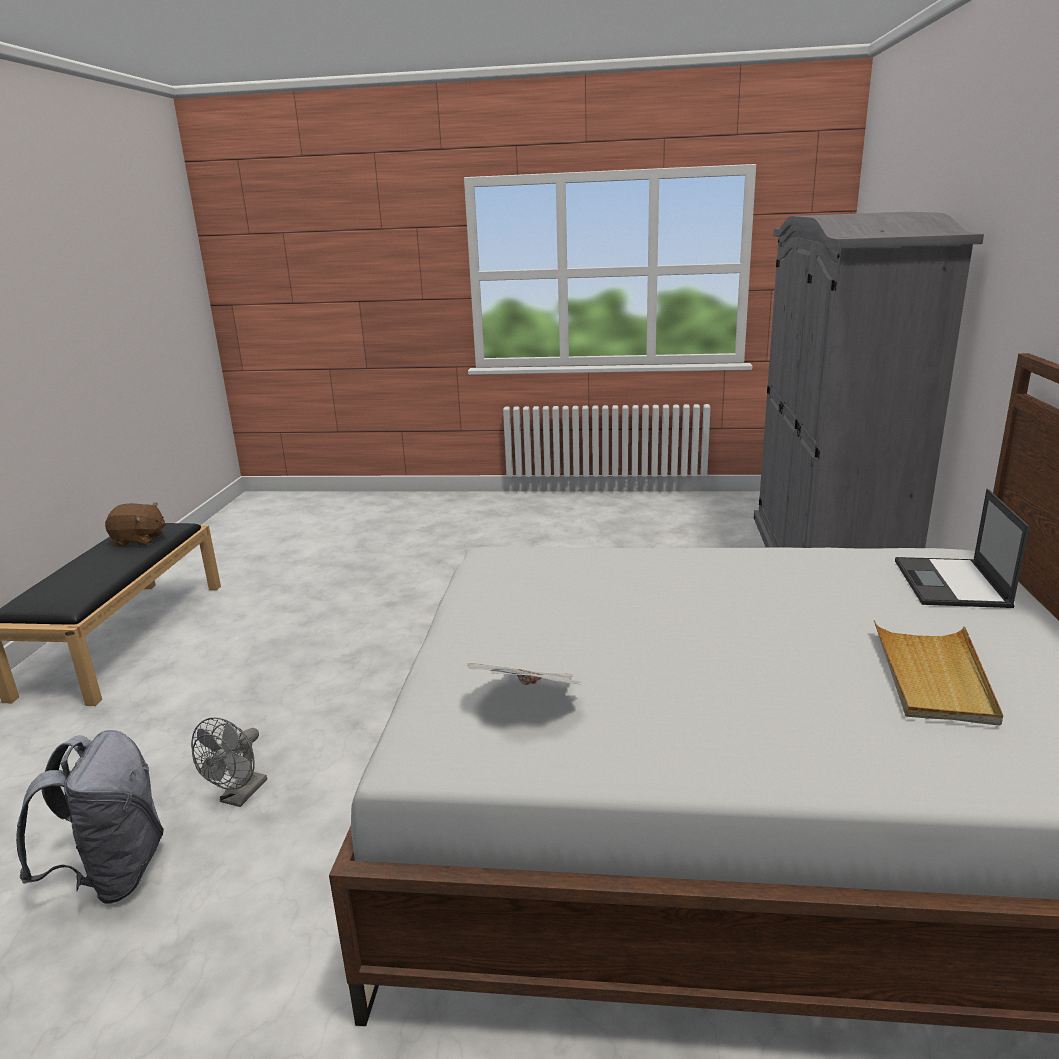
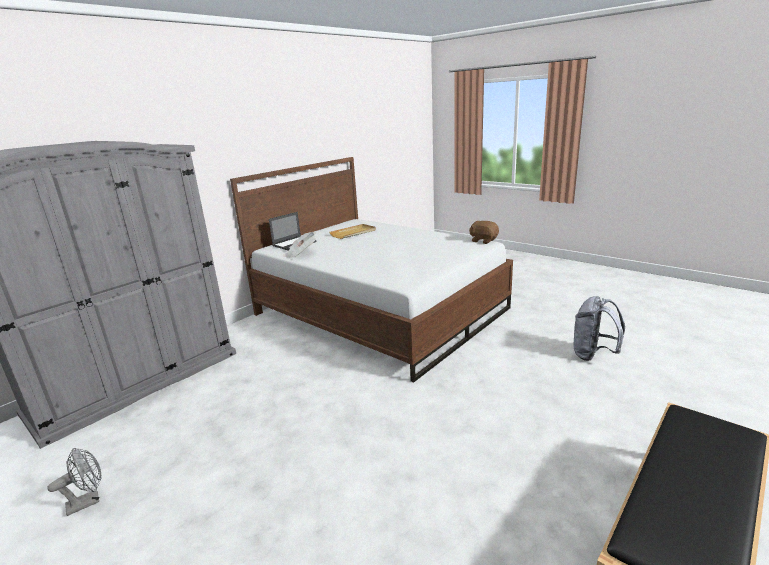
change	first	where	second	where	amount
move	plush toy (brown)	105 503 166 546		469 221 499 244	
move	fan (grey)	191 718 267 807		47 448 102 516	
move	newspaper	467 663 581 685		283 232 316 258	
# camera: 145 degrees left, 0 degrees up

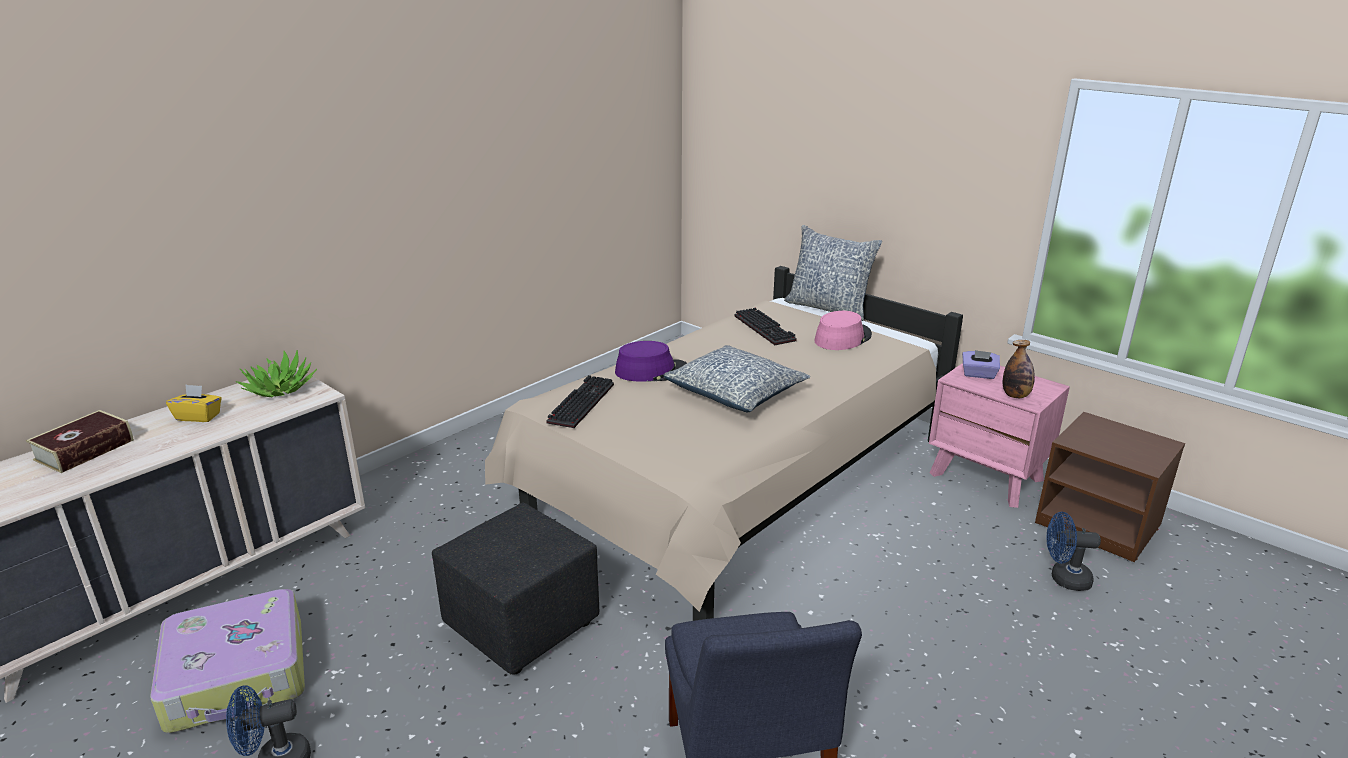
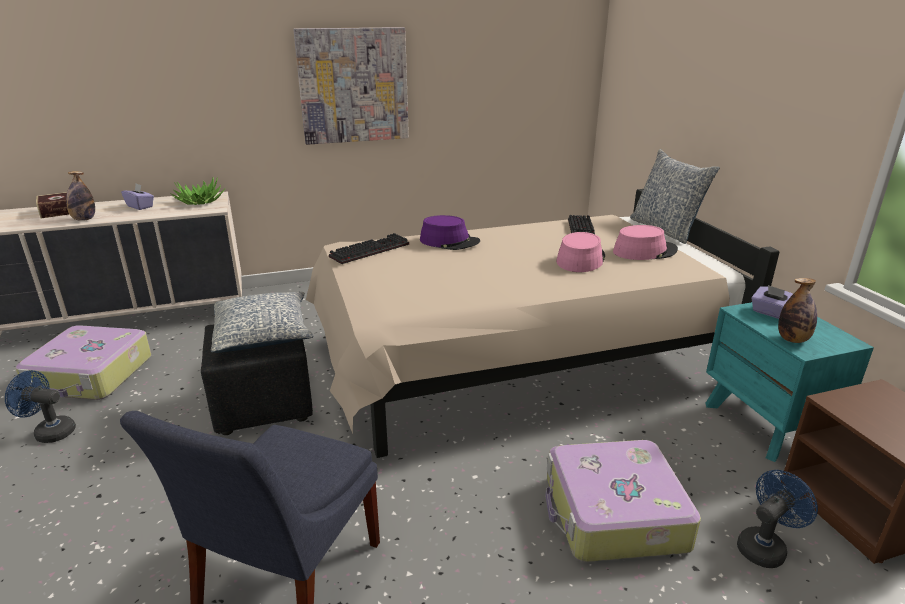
change	first	where	second	where	amount
recolor	tissue box (yellow)	166 384 222 422	tissue box (purple)	121 184 154 210	
move	pillow	663 345 810 412		211 292 314 353	
recolor	nightstand (pink)	929 363 1070 508	nightstand (turquoise)	706 302 874 462	
rotate	fan (blue)	1047 512 1101 591		737 470 818 568	105 degrees clockwise
insert			bottle	66 171 95 221	
insert			picture	293 27 409 145	
insert			suitcase	545 440 701 562	
insert			hat (pink)	556 232 605 272	
# camera: 30 degrees right, 0 degrees up

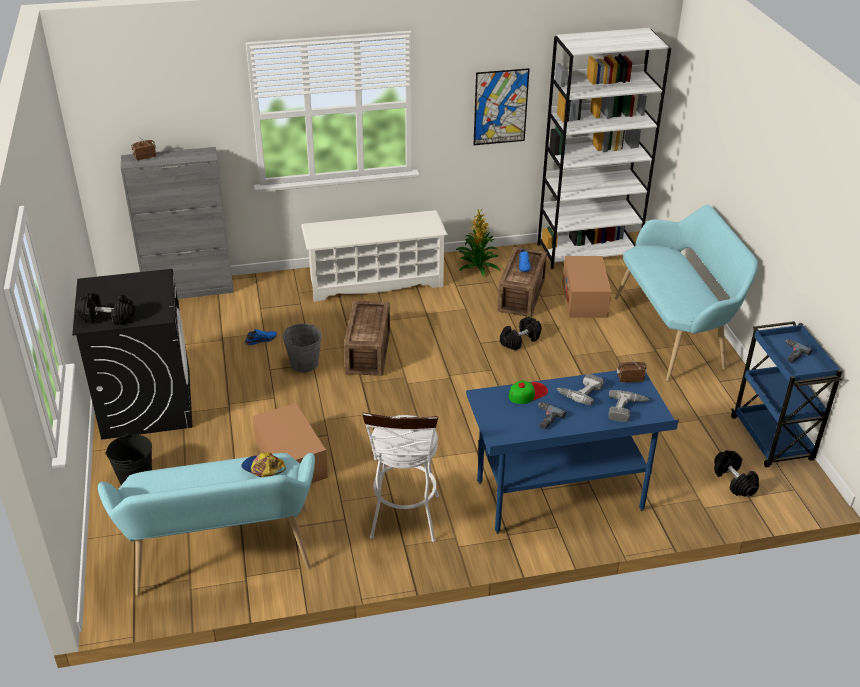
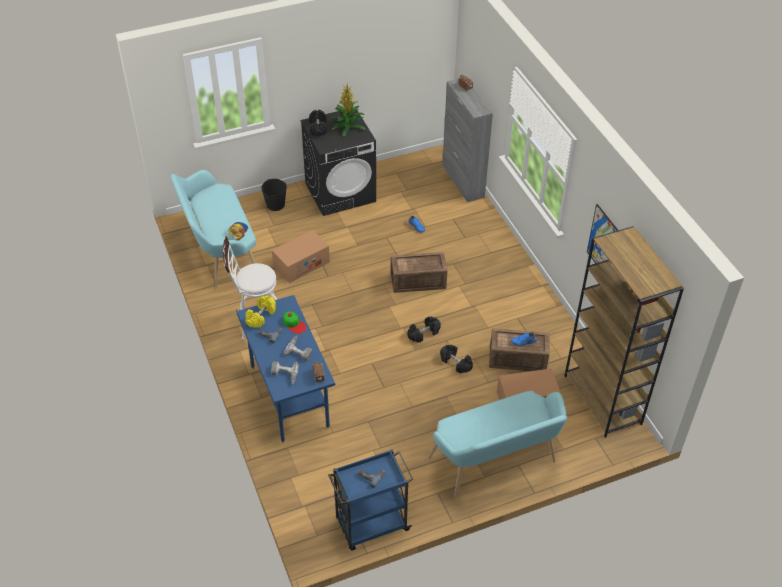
change	first	where	second	where	amount
delete	bucket (grey)	283 324 322 372			
delete	shoe rack (white)	301 210 448 302			
move	potted plant	456 208 500 276		331 83 365 137	
recolor	bookcase (white)	537 28 671 269	bookcase (brown)	564 226 684 438	
move	dumbbell (black)	714 450 759 496		407 317 441 343	
insert			dumbbell (yellow)	245 295 276 328	
# camera: 80 degrees right, 10 degrees up

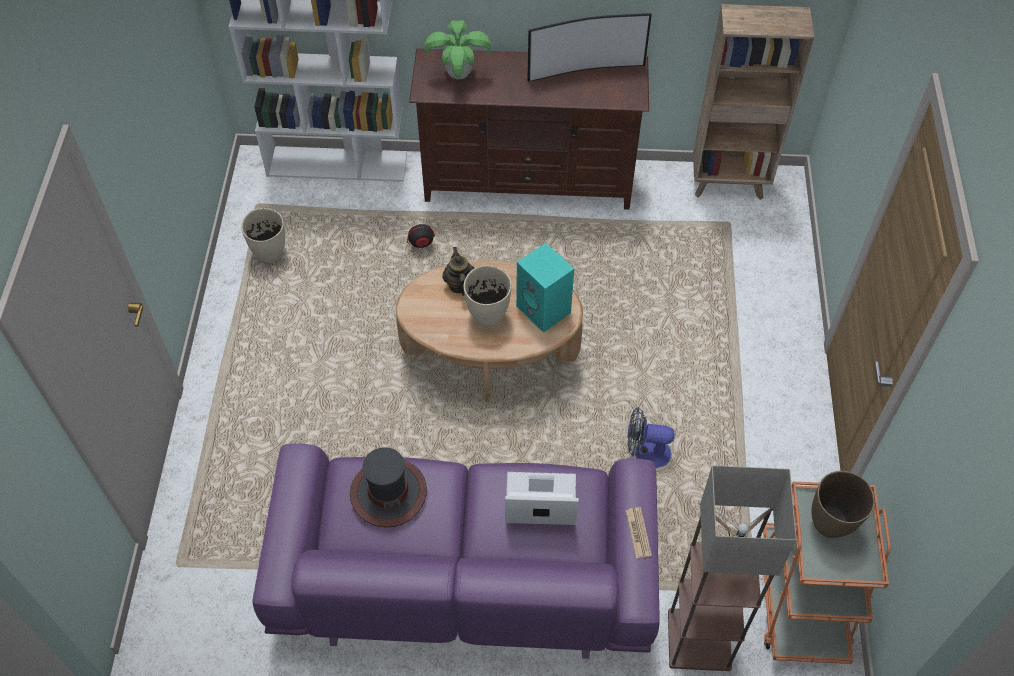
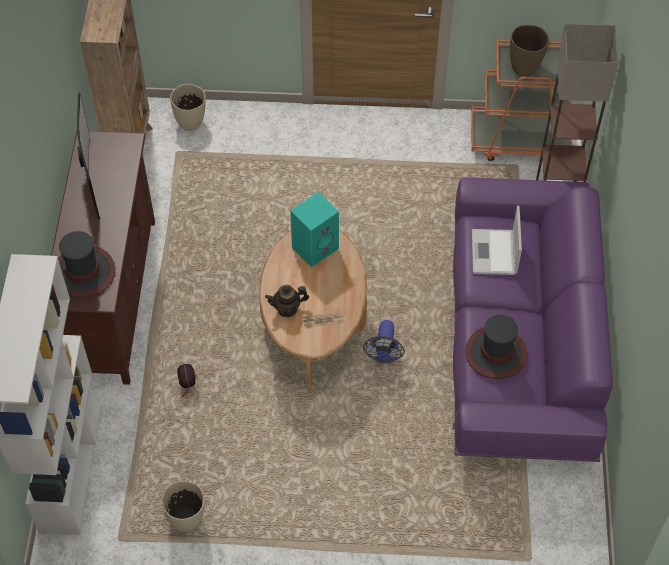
change	first	where	second	where	amount
replace	potted plant	424 20 492 80	hat	58 231 116 298	
move	vase (beige)	464 265 512 326		170 84 206 131	
move	newspaper	626 507 652 558		303 312 345 328	
move	fan	627 407 675 468		363 320 405 364	
# camera: 90 degrees left, 0 degrees up

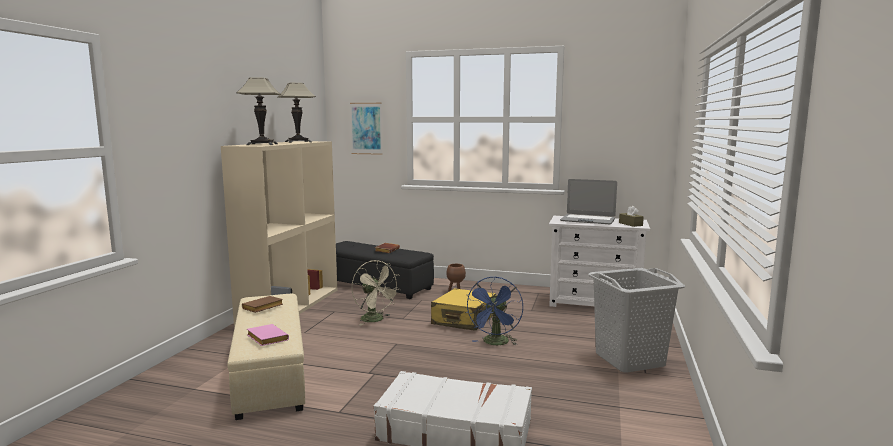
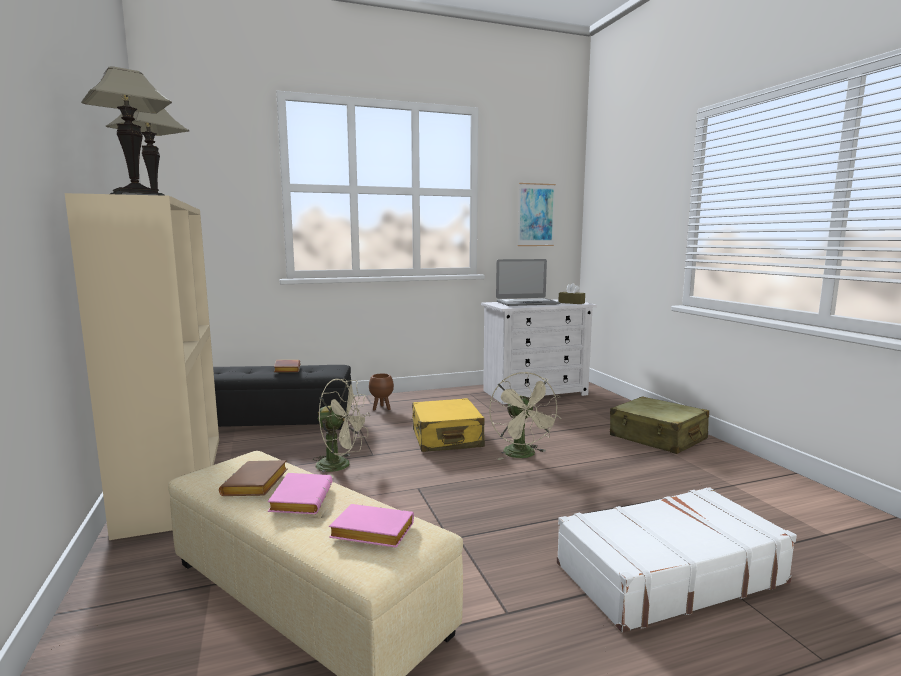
change	first	where	second	where	amount
move	picture	350 103 383 155		517 183 556 246	
recolor	fan (blue)	466 276 523 345	fan (beige)	489 372 561 460	
replace	laundry basket (grey)	588 268 686 373	suitcase (beige)	610 396 709 454	
insert			book (pink)	268 473 333 514	
# camera: 35 degrees left, 0 degrees up

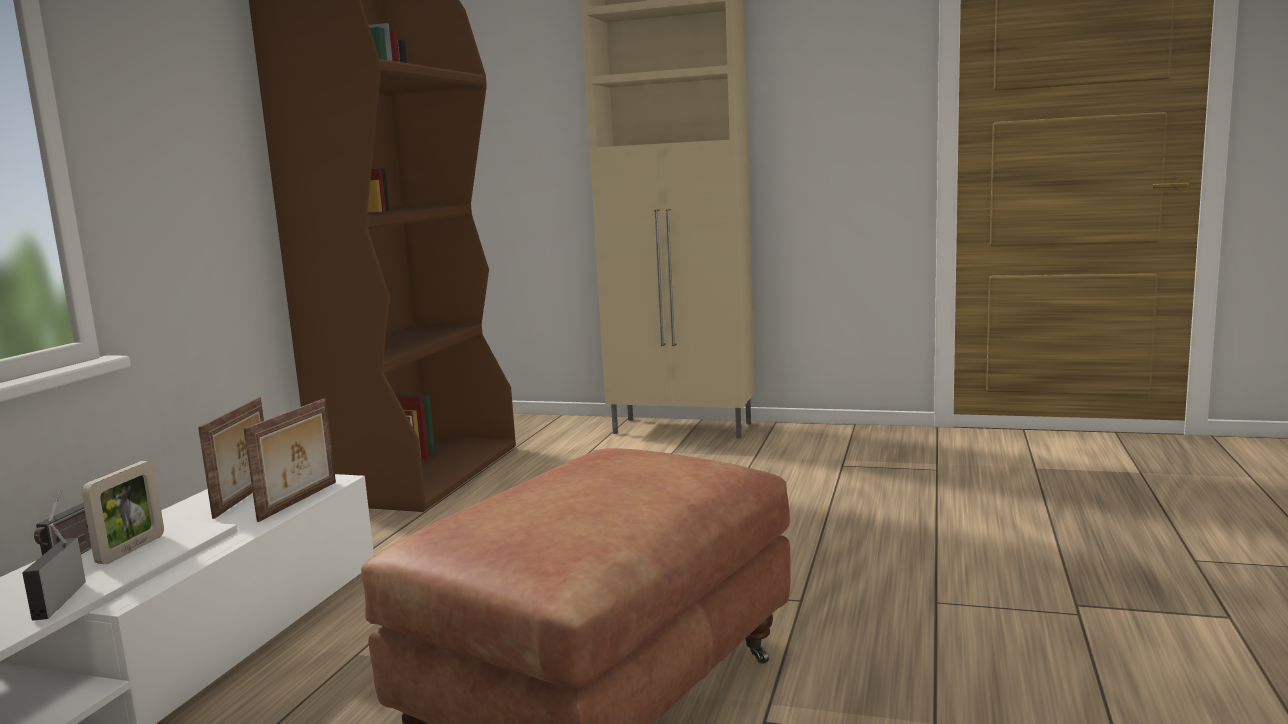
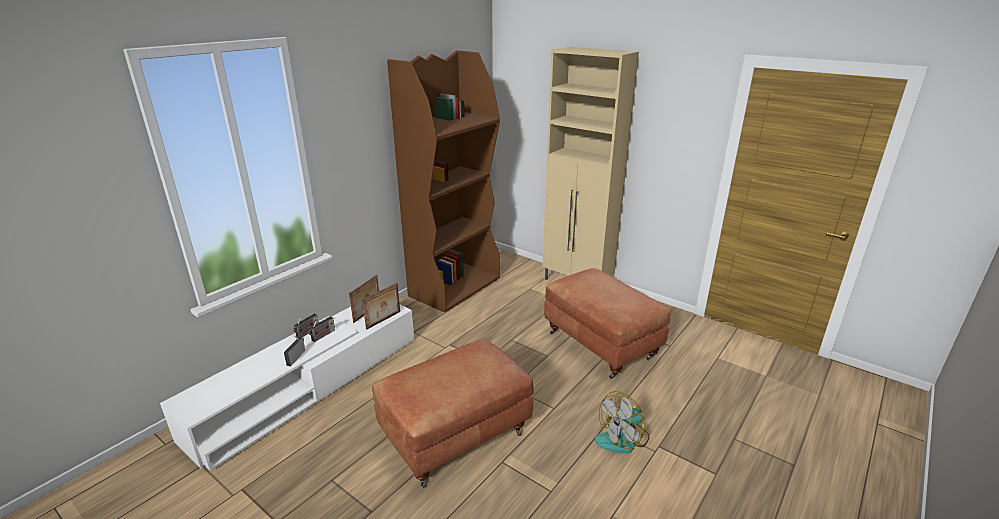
change	first	where	second	where	amount
replace	picture frame	82 461 164 564	radio	308 317 335 342	
insert			ottoman (brown)	544 268 671 379	
insert			fan	595 391 650 454	
# camera: 20 degrees right, 15 degrees up

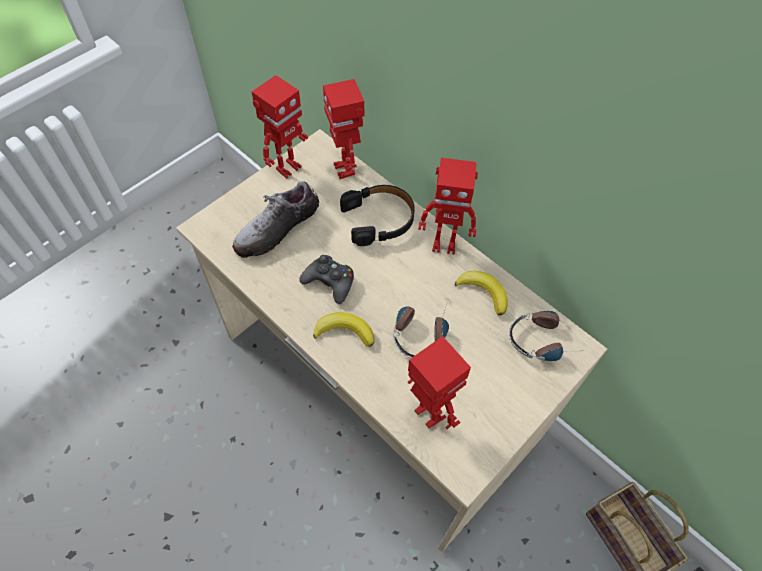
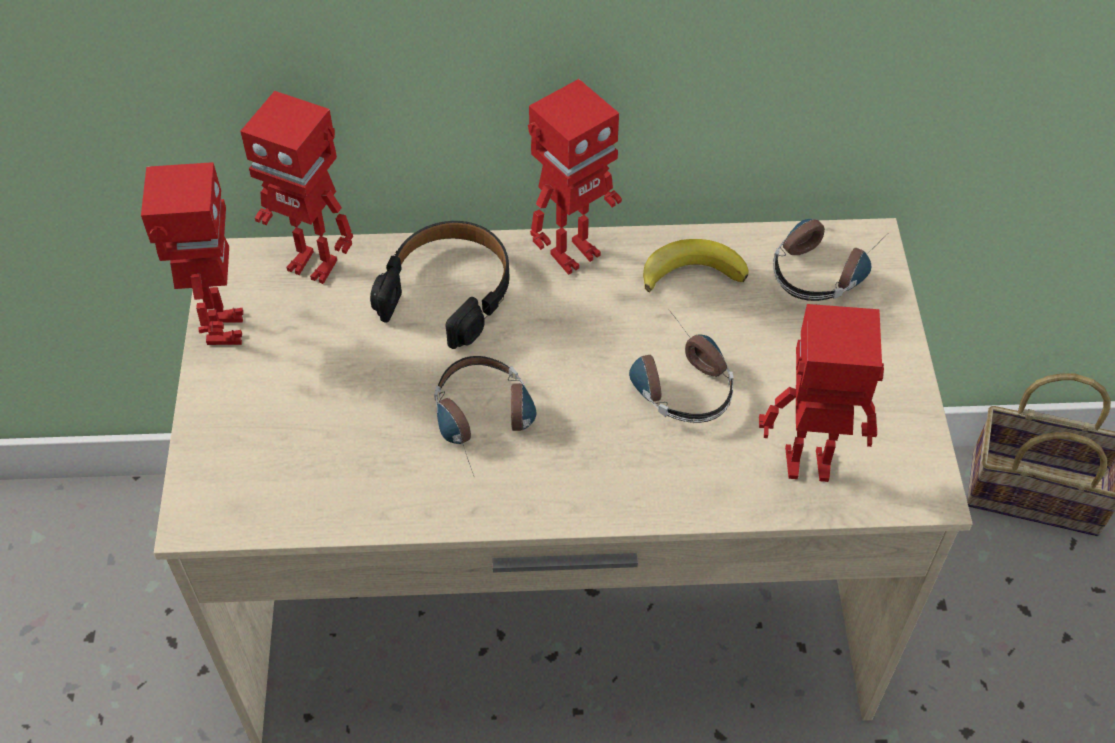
change	first	where	second	where	amount
delete	shoe	232 181 319 258			
replace	game controller (black)	299 255 354 304	headphones	434 356 536 476	
delete	banana	313 312 375 347			
# camera: 45 degrees left, 5 degrees down

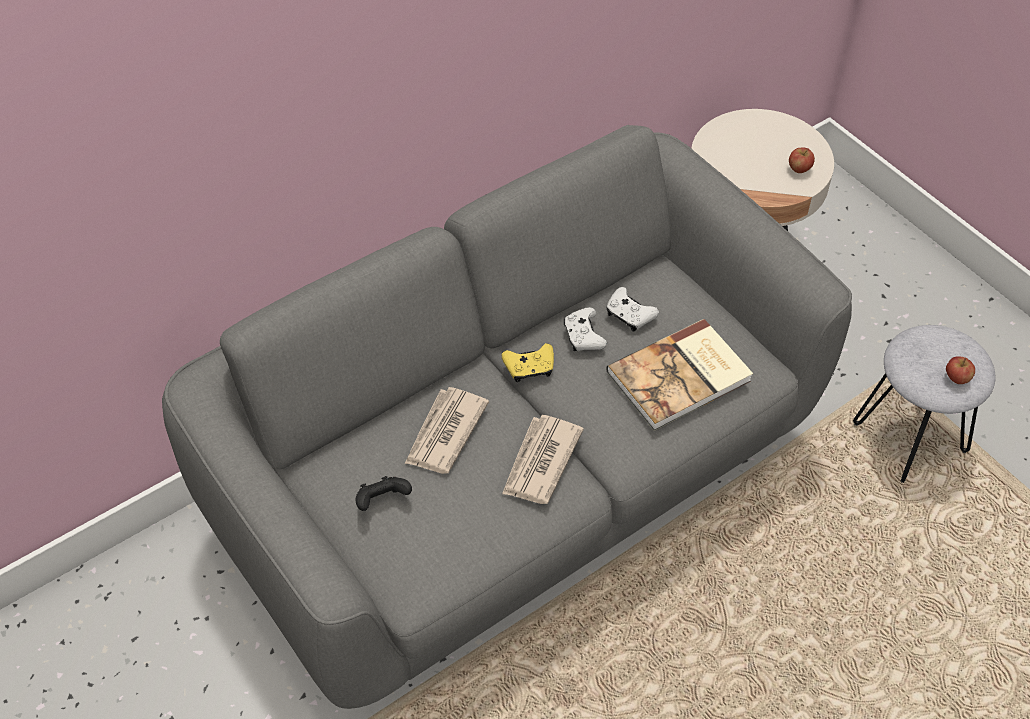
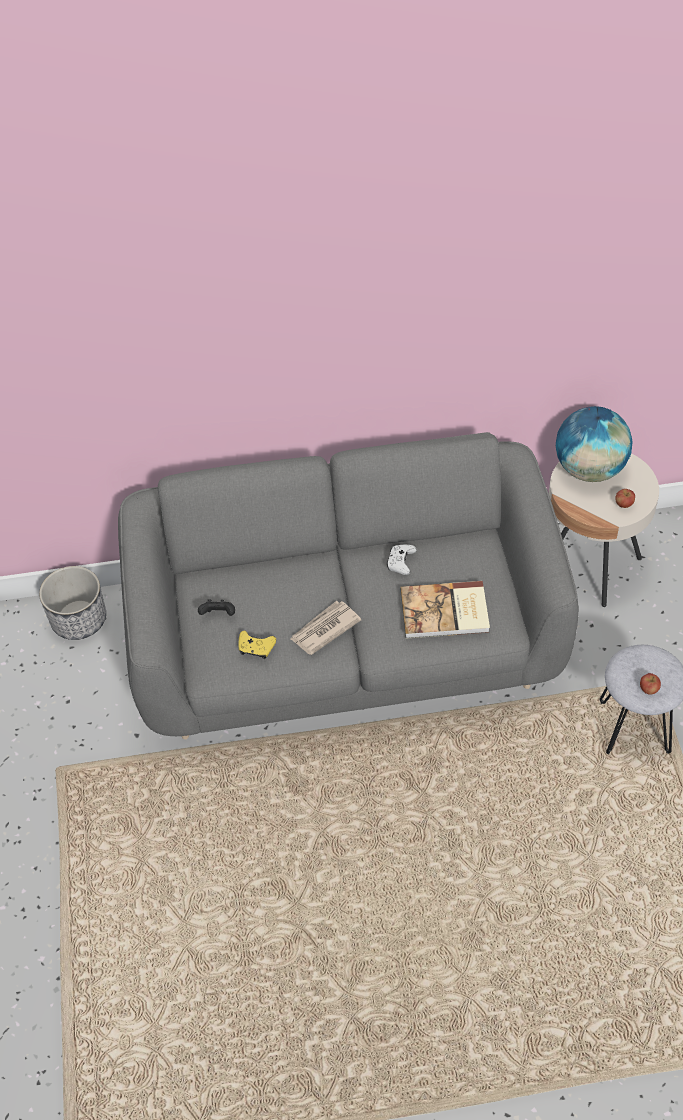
change	first	where	second	where	amount
delete	newspaper	405 387 489 474			
move	game controller (yellow)	502 343 554 382		238 631 276 659	
delete	game controller (white)	606 287 659 332			
insert			planter	39 566 106 640	
insert			globe	556 406 632 482	
# camera: 30 degrees right, 0 degrees up

